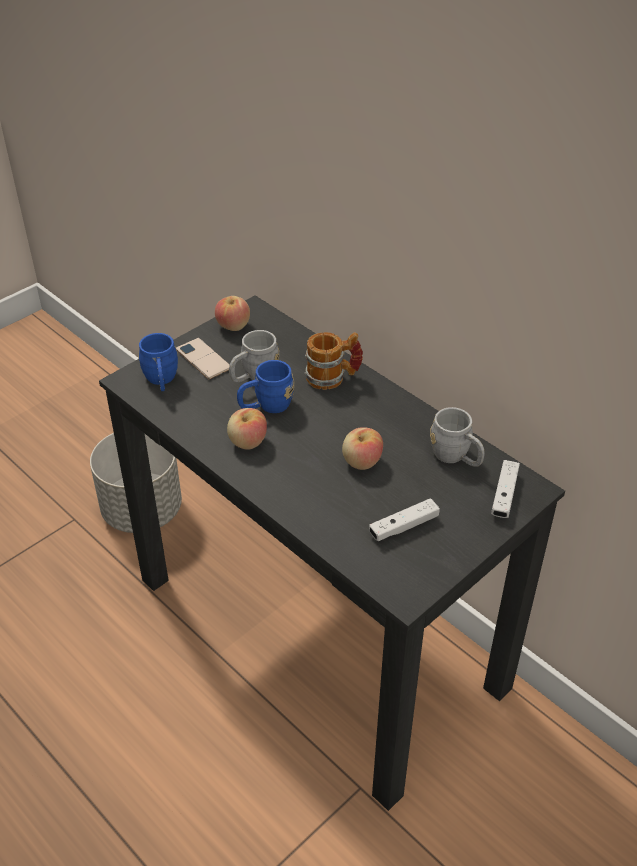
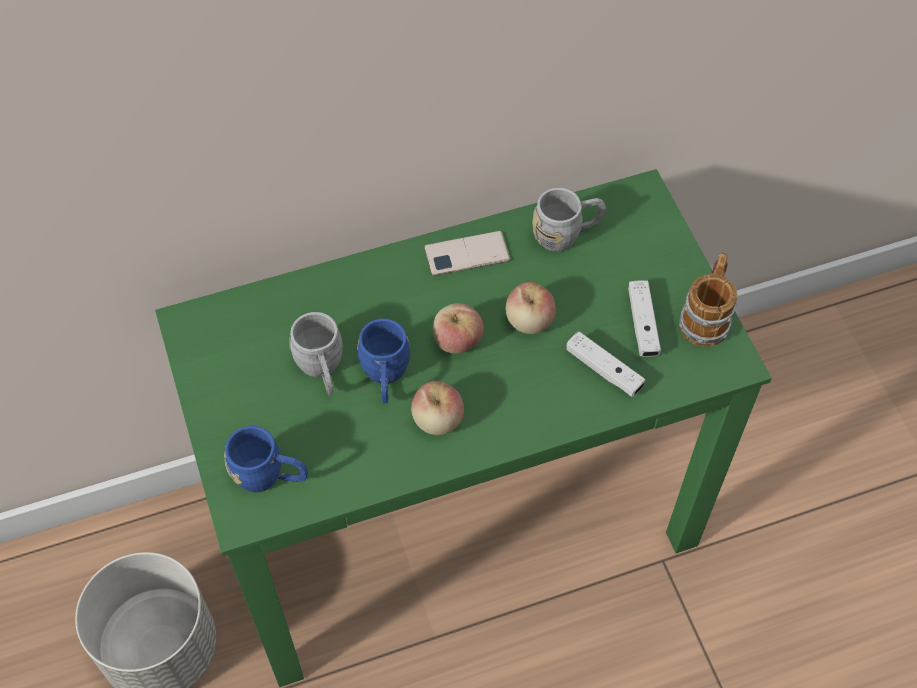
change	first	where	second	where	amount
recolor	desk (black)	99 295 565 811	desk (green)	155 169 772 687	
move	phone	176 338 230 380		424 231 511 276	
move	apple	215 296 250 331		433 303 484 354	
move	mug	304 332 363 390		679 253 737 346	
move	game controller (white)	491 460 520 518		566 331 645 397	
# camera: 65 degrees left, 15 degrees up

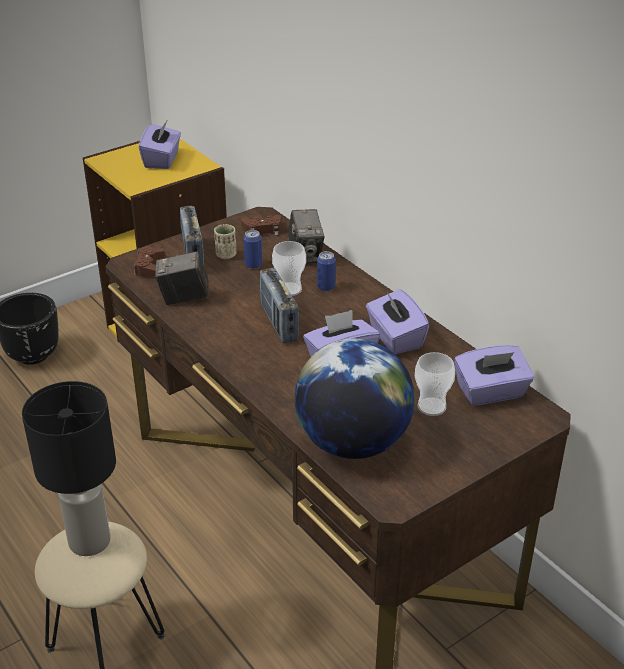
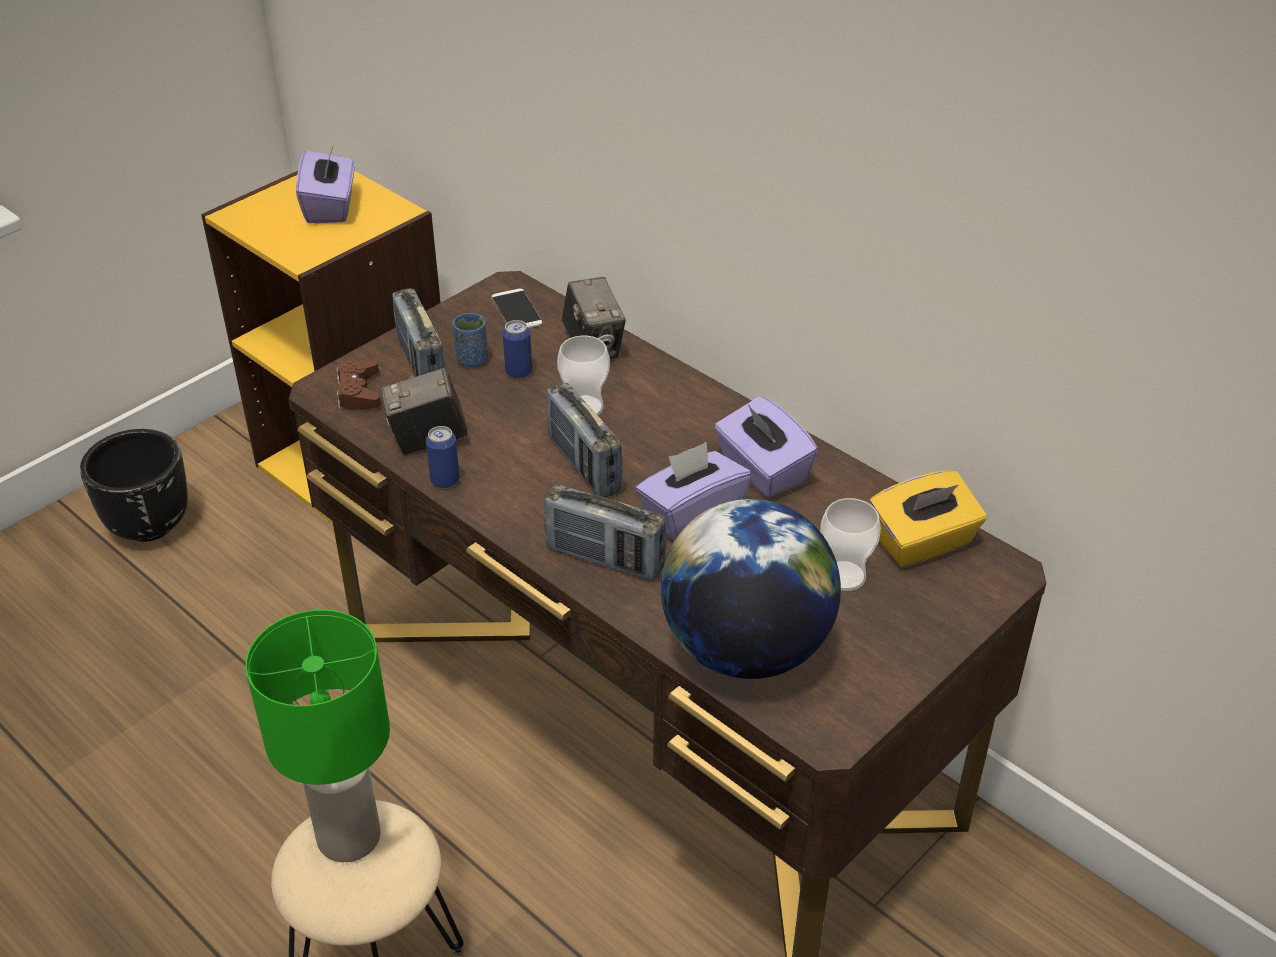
change	first	where	second	where	amount
recolor	table lamp (black)	22 381 116 556	table lamp (green)	245 610 390 862	
recolor	cup (beige)	214 224 236 259	cup (blue)	453 313 488 367	
replace	game controller (brown)	241 215 281 235	phone	492 289 542 328	
move	can	317 251 336 291		426 426 460 488	
recolor	tissue box (purple)	454 345 534 406	tissue box (yellow)	869 470 987 567	
insert			radio	544 485 666 581	
# camera: 10 degrees left, 5 degrees up

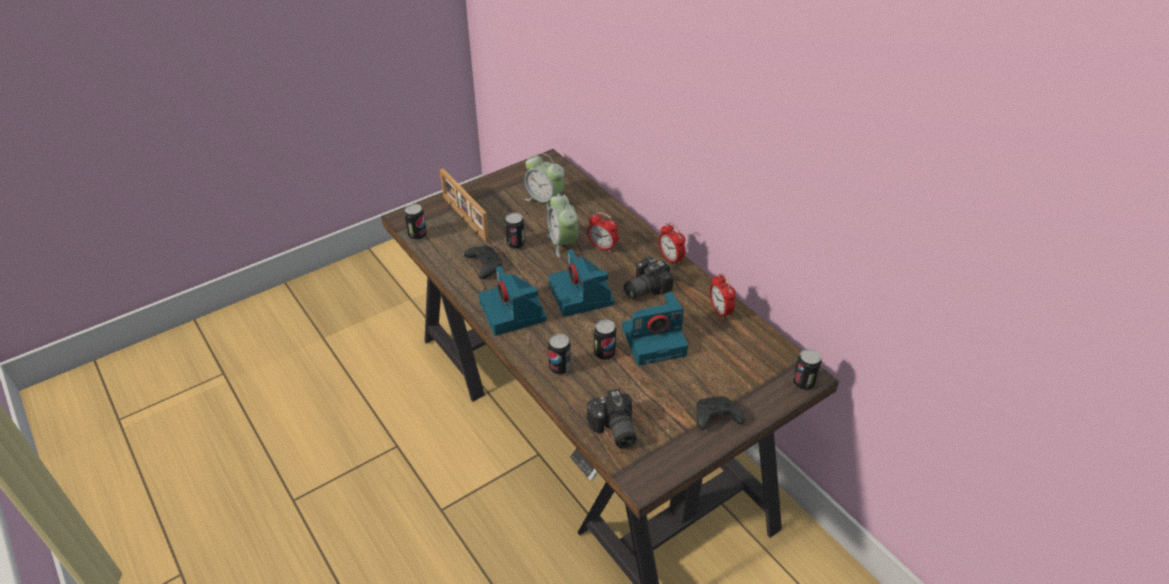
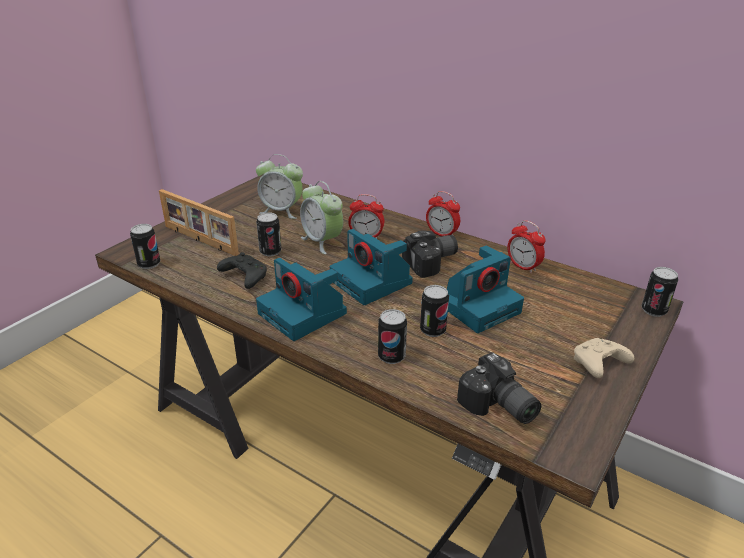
change	first	where	second	where	amount
rotate	photo camera	624 257 674 299		402 231 458 278	150 degrees counterclockwise
recolor	game controller (black)	696 396 745 430	game controller (beige)	574 338 634 378	
# camera: 20 degrees left, 10 degrees down

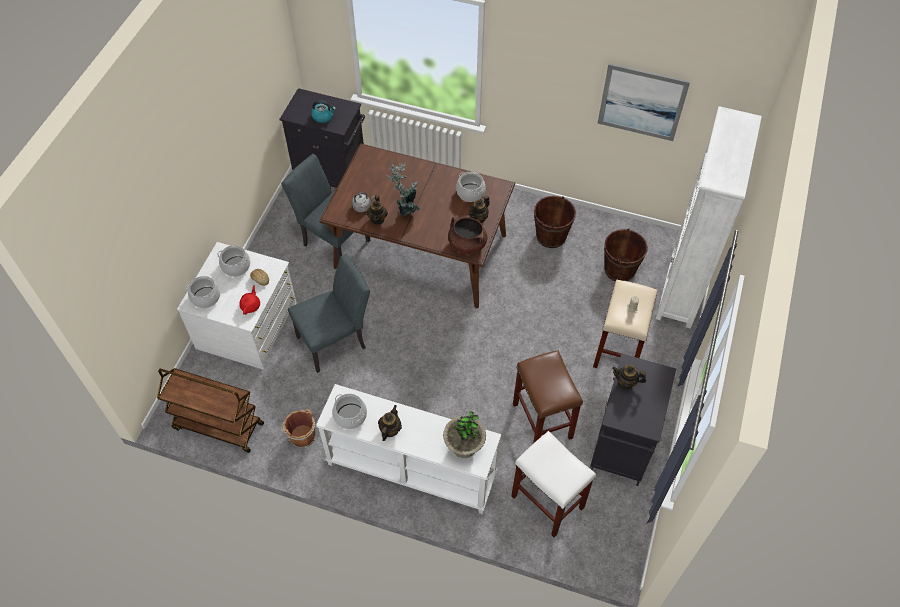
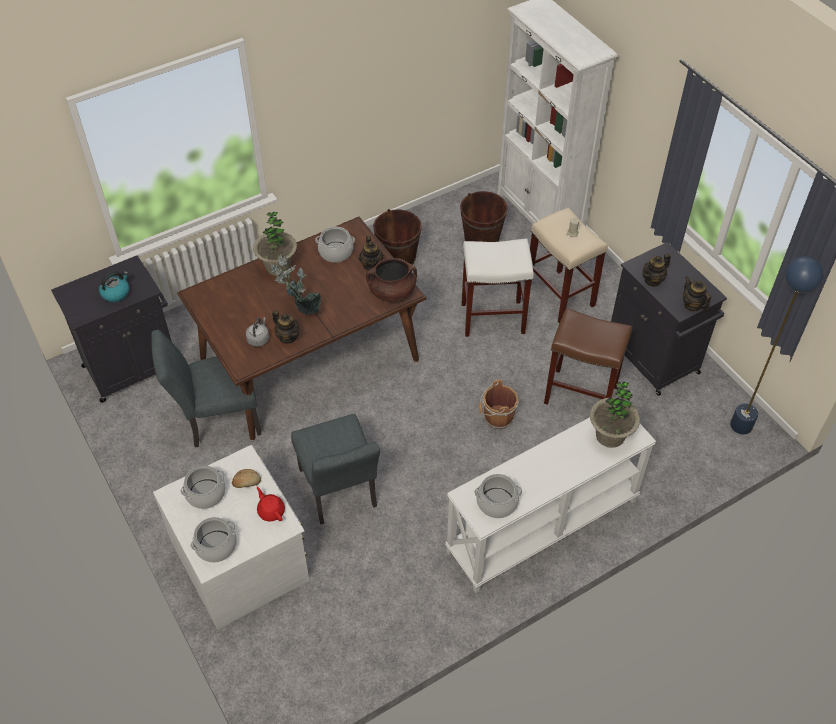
change	first	where	second	where	amount
delete	cart (brown)	157 368 264 453			
move	bucket (brown)	281 409 316 448		479 380 519 429	
rotate	chair (grey)	288 254 370 373		291 414 380 524	150 degrees clockwise
move	teapot	378 405 402 441		683 276 711 312	
move	stool (white)	511 431 596 537		462 239 534 337	
delete	picture	598 63 690 141			
insert			potted plant	253 212 297 276	
insert			floor lamp (blue)	730 256 823 434	
# camera: 50 degrees left, 5 degrees down

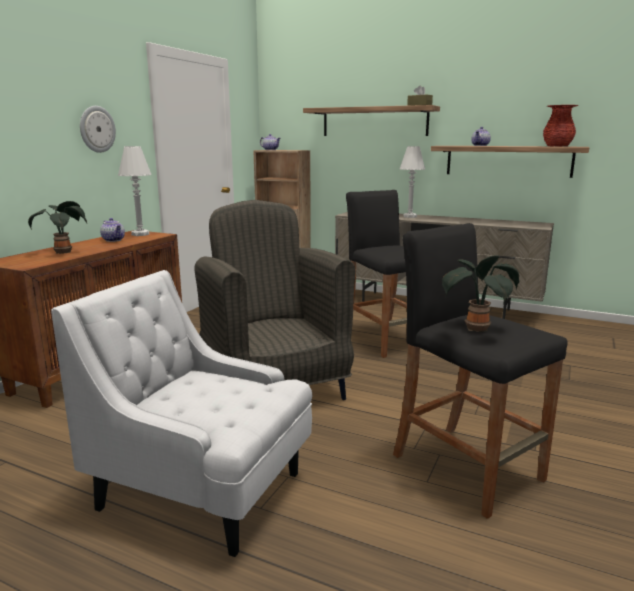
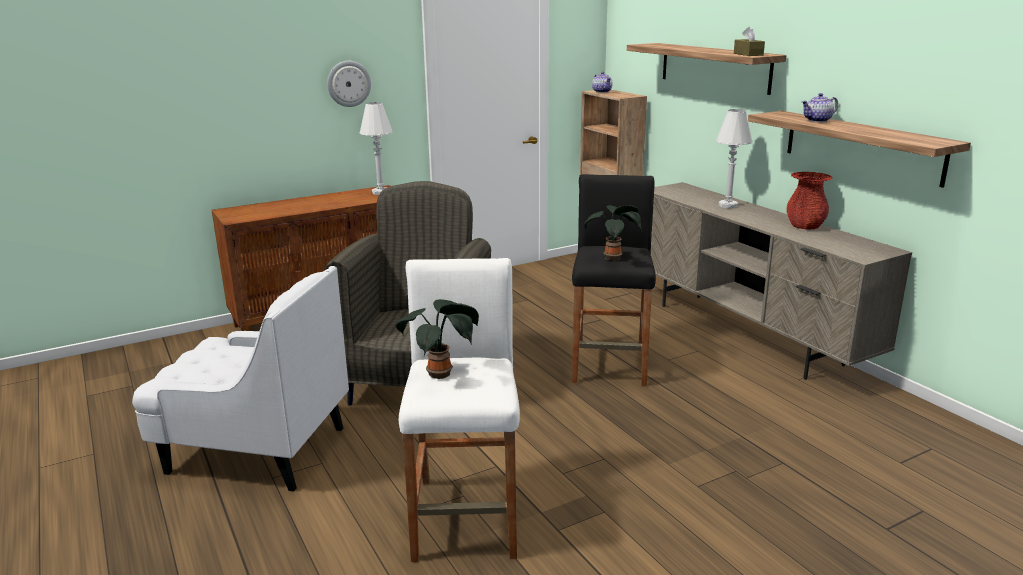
change	first	where	second	where	amount
move	potted plant	28 201 87 254		584 205 642 261	
rotate	armchair (white)	51 270 312 557		132 266 349 491	135 degrees clockwise
delete	teapot	100 218 125 242			
recolor	stool (black)	393 223 568 519	stool (white)	399 258 520 562	
move	vase (red)	543 105 579 147		786 172 832 230	
# camera: 35 degrees right, 5 degrees up

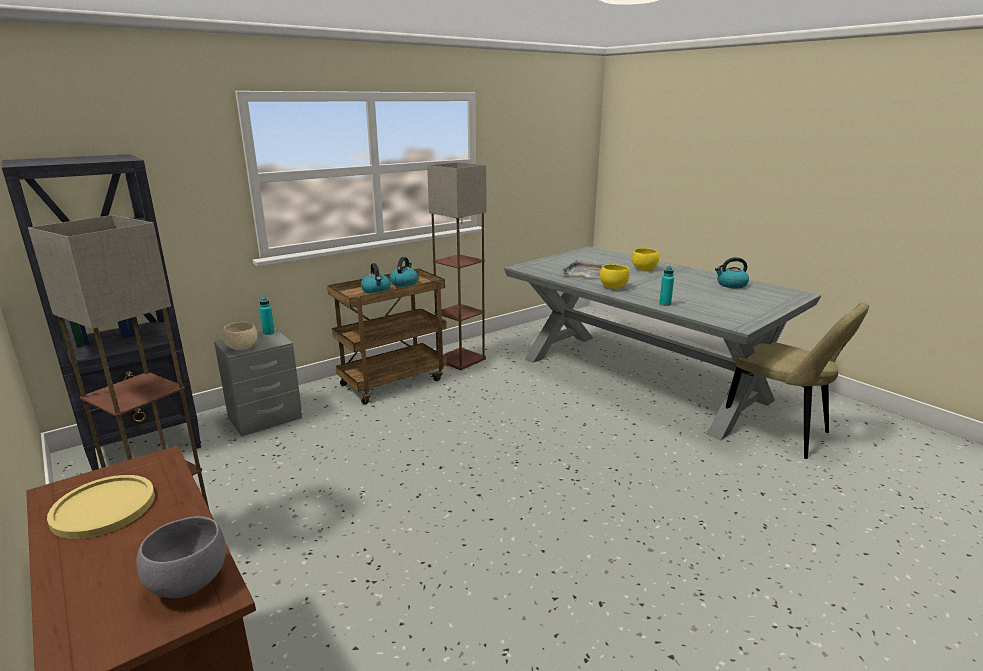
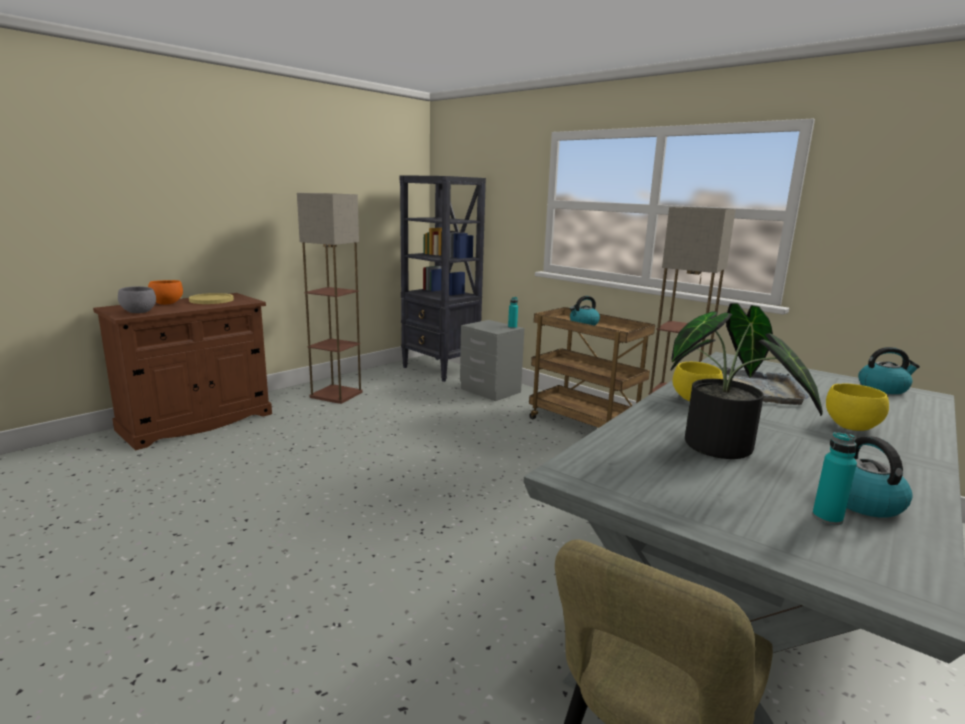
change	first	where	second	where	amount
delete	bowl (beige)	222 322 258 350			
move	kettle	390 257 418 287		858 347 920 394	
move	bottle (turquoise)	659 266 674 306		812 432 857 525	
insert			bowl (orange)	148 280 183 305	
insert			potted plant	670 303 823 459	
# camera: 80 degrees right, 5 degrees down

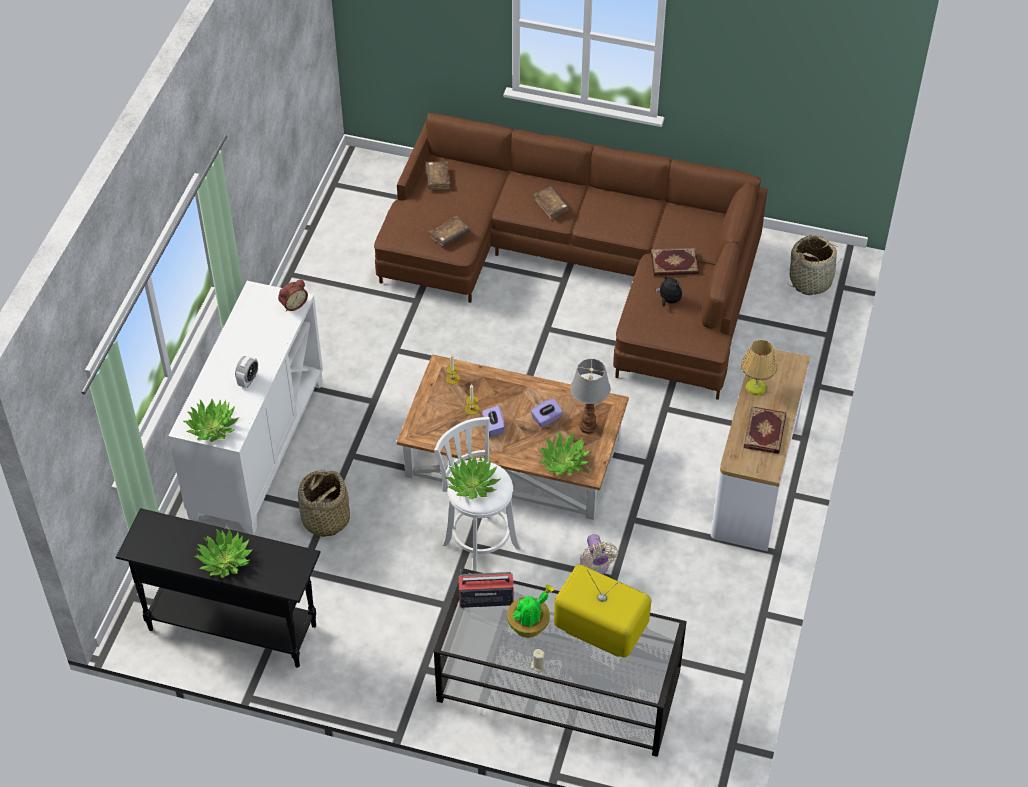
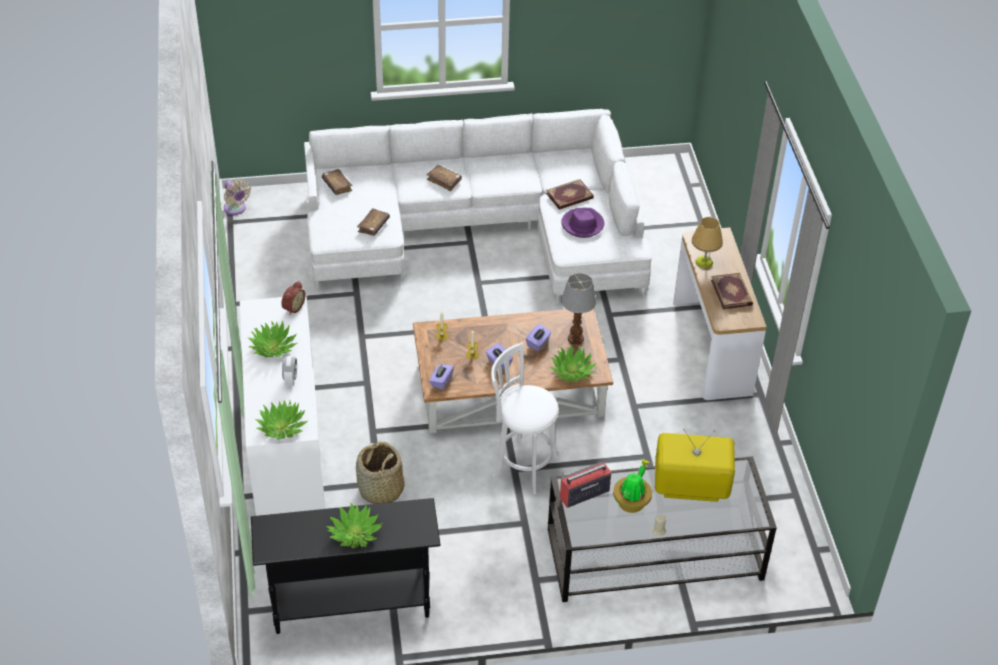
change	first	where	second	where	amount
recolor	sofa (brown)	374 113 768 400	sofa (white)	304 109 652 304	
move	potted plant	445 455 501 500		248 320 297 358	
move	fan (beige)	580 534 618 574		224 180 251 215	
replace	plush toy	656 274 682 307	hat (purple)	561 208 604 238	
delete	basket	787 235 842 295			
insert			tissue box (purple)	429 363 454 390	
# camera: 25 degrees left, 5 degrees down

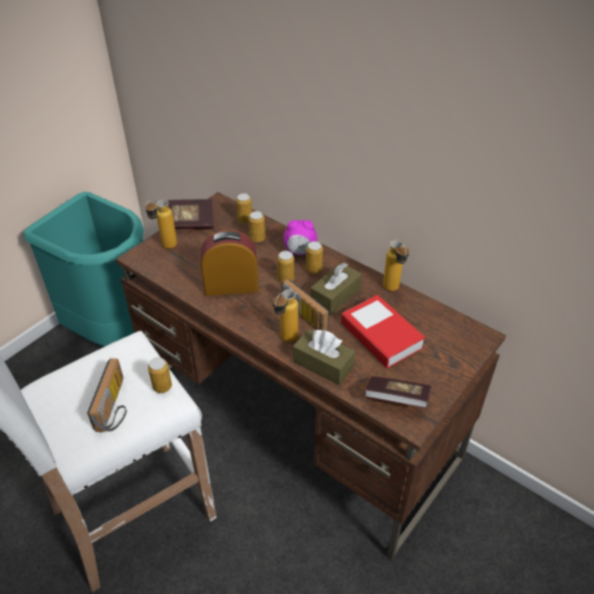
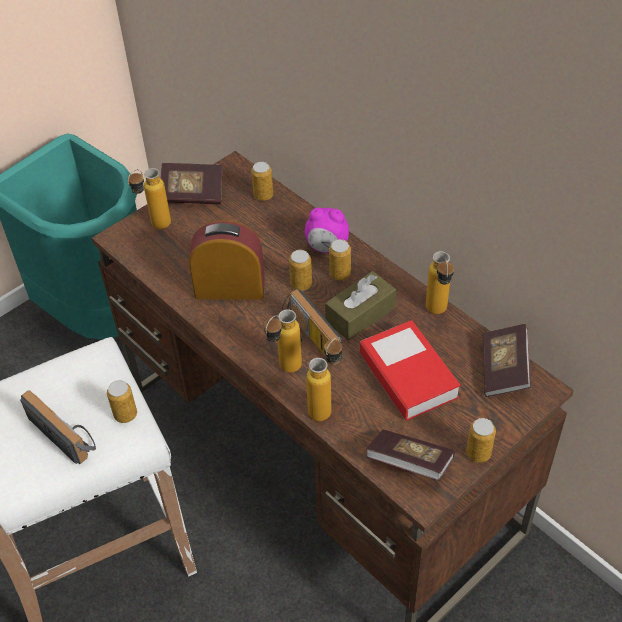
change	first	where	second	where	amount
rotate	radio	87 358 127 432		20 390 96 464	60 degrees counterclockwise
move	can	248 211 265 242		466 418 496 463	
replace	tissue box (brown)	293 329 356 385	bottle	306 337 342 421	
insert			book	482 324 531 397	
# camera: 10 degrees right, 5 degrees up

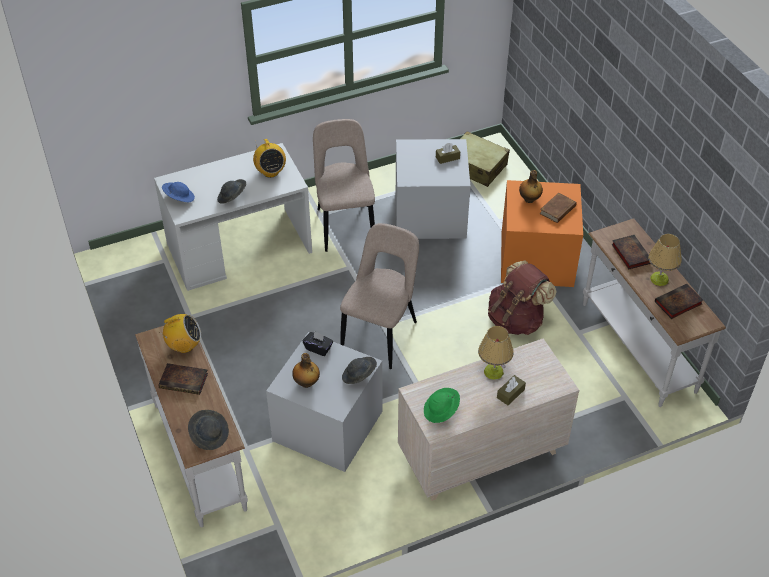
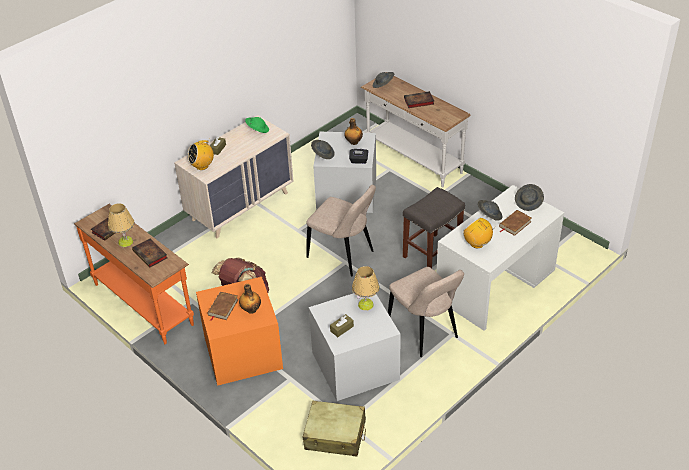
change	first	where	second	where	amount
move	radio	159 314 201 353		187 140 214 170	
recolor	hat (blue)	162 182 195 202	hat (grey)	515 184 544 211	
rotate	chair (beige)	340 223 419 369		306 184 376 276	60 degrees counterclockwise
move	table lamp	478 326 514 380		352 266 380 310	
recolor	console table (white)	583 218 726 407	console table (orange)	74 204 194 344	
insert			stool (grey)	403 187 465 268	
insert			book (brown)	499 210 532 236	
# camera: 160 degrees right, 5 degrees down

